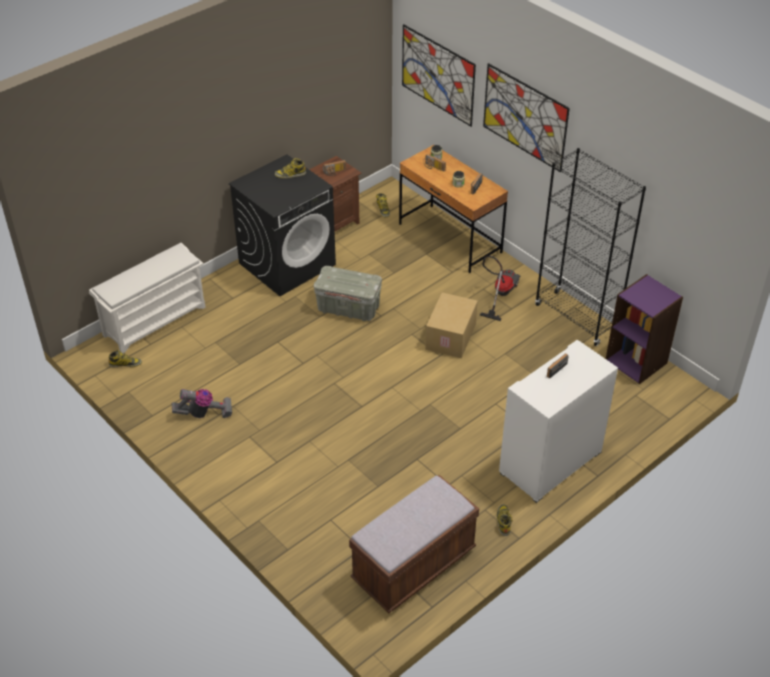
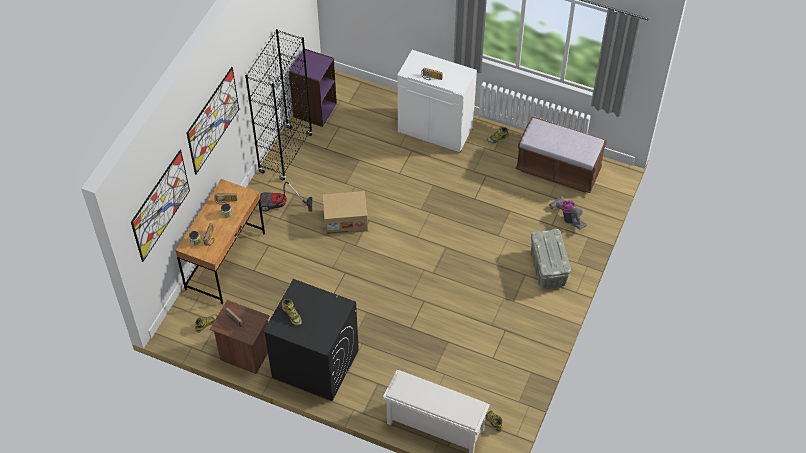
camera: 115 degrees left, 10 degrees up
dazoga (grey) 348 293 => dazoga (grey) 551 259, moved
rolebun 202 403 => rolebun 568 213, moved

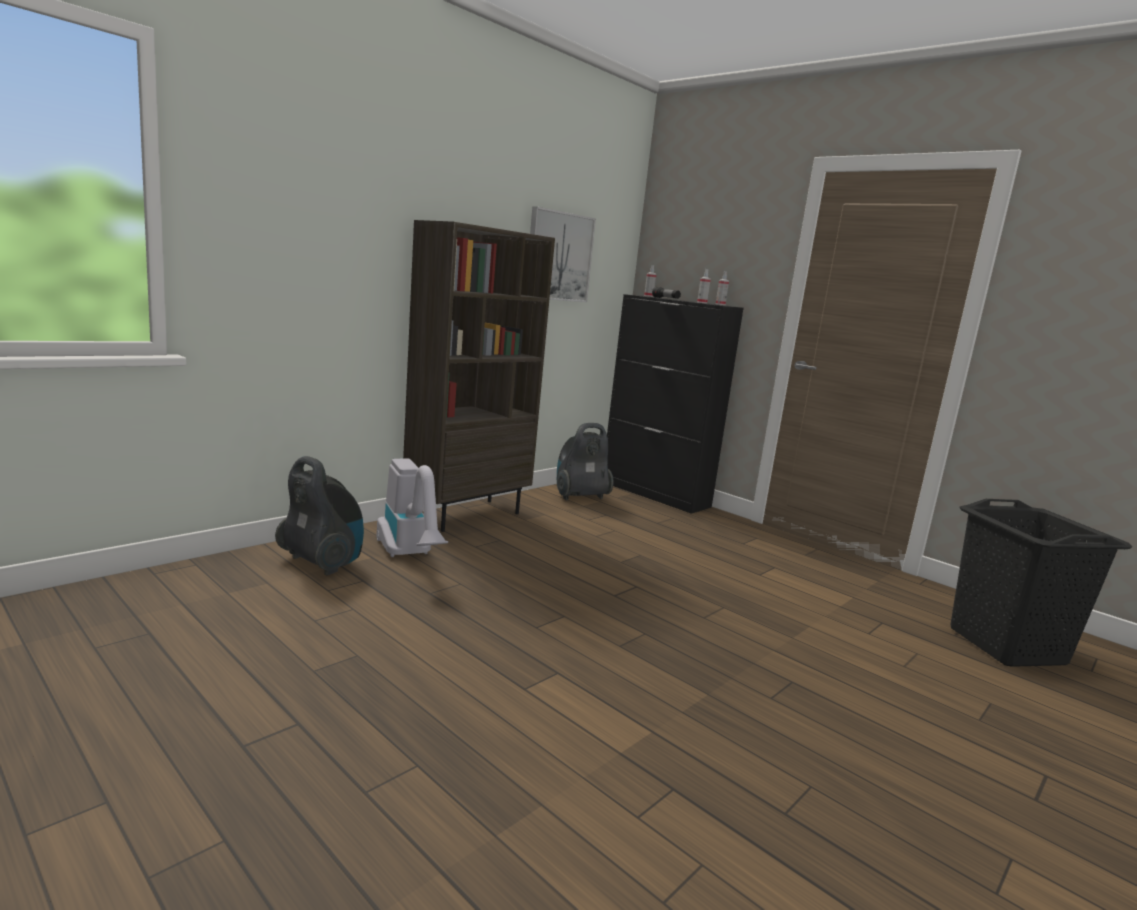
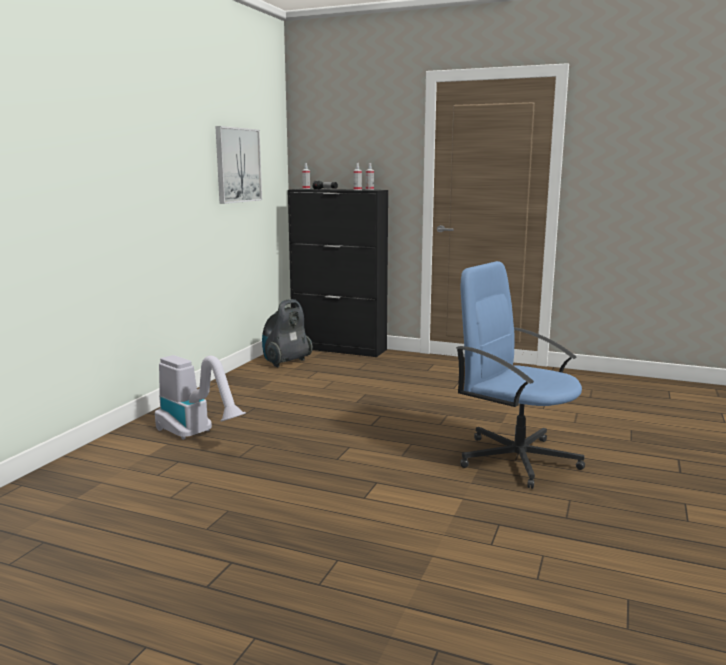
camera: 20 degrees left, 0 degrees up
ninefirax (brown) 479 376 => nothing
rolebun 319 515 => nothing
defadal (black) 1041 583 => nothing
nothing => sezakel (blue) 520 375

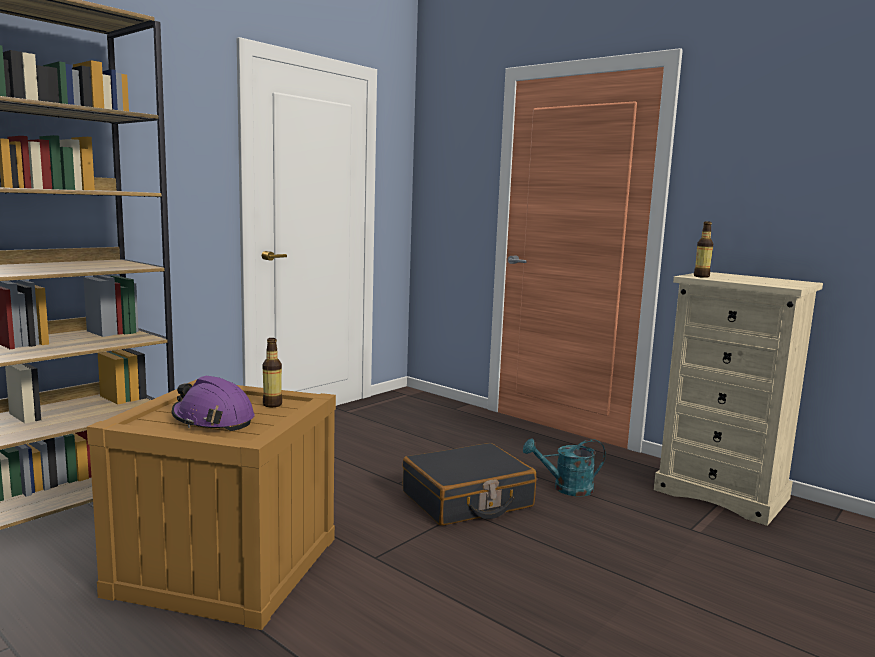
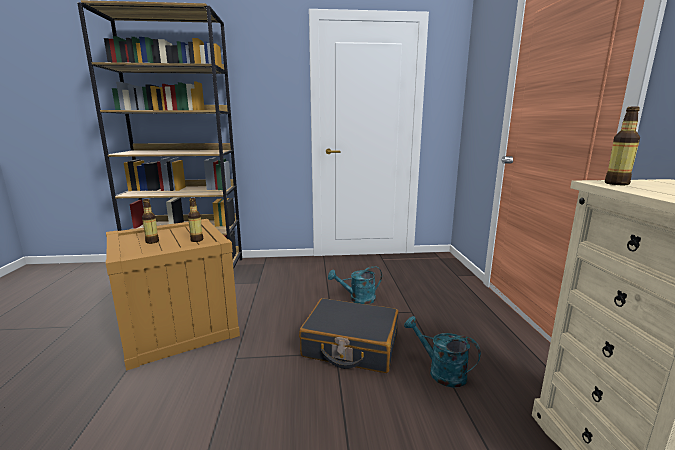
camera: 45 degrees right, 5 degrees up
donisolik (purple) 213 403 => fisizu 150 221
nothing => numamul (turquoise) 355 285

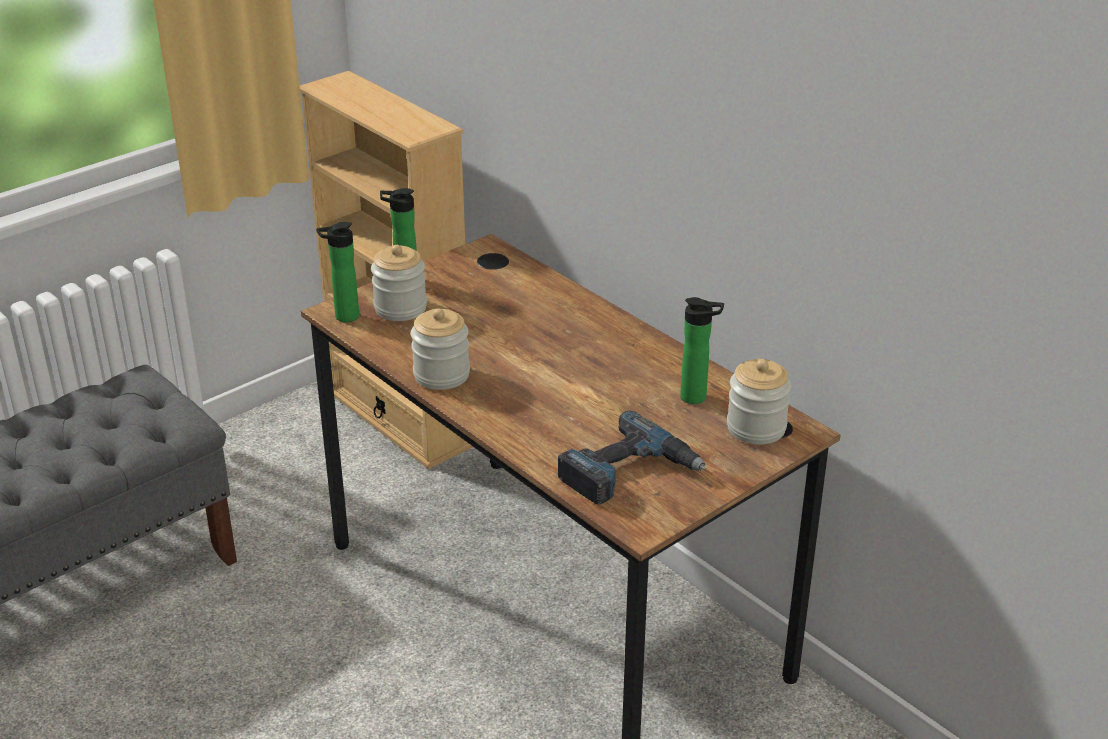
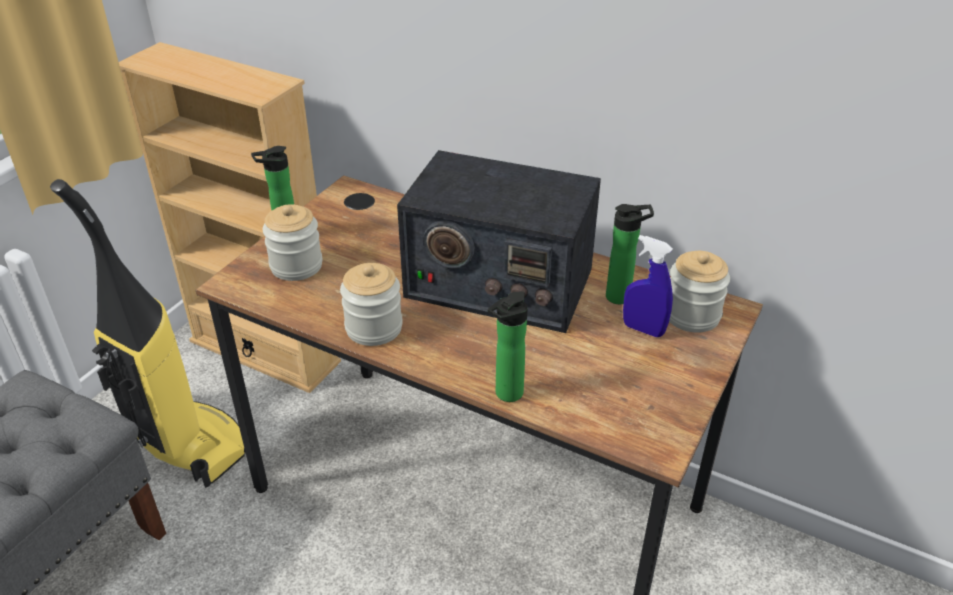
camera: 20 degrees left, 5 degrees up
fisizu 337 272 => fisizu 507 346, moved
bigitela 632 458 => nothing
nothing => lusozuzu 499 241
nothing => rolebun 148 333
nothing => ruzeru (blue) 648 286

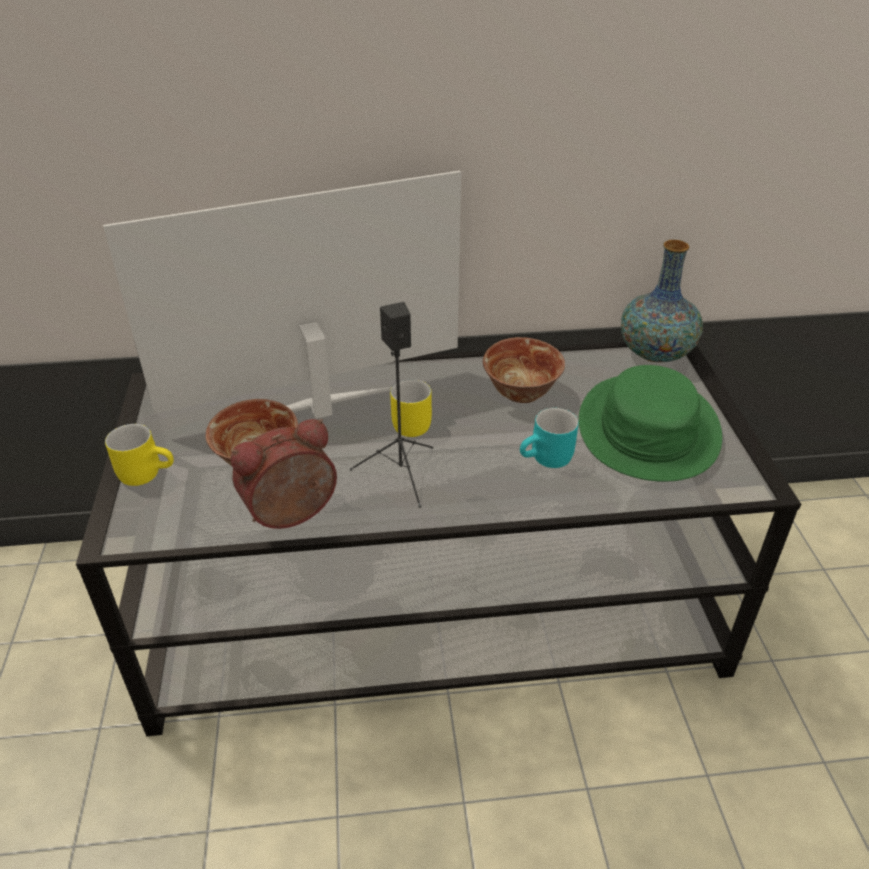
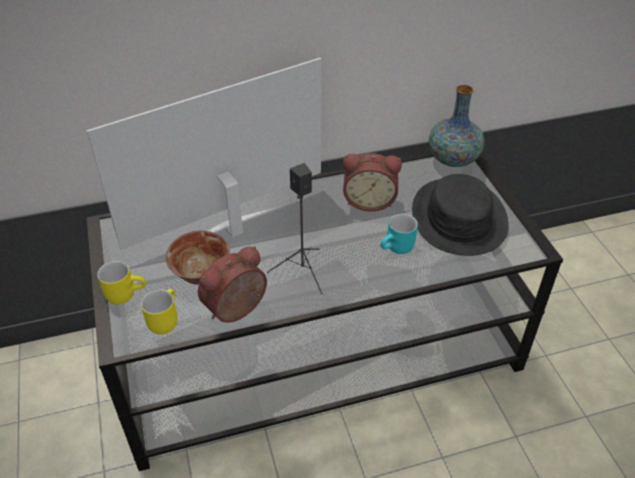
camera: 10 degrees left, 5 degrees up
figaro 524 370 => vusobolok 372 182
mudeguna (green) 650 423 => mudeguna (black) 460 215
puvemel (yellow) 411 408 => puvemel (yellow) 159 312, moved

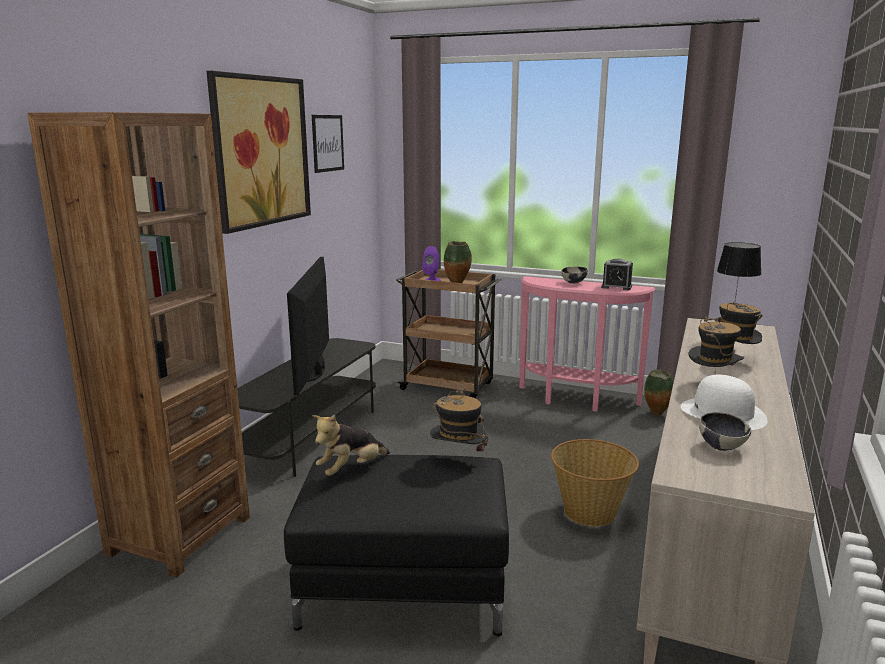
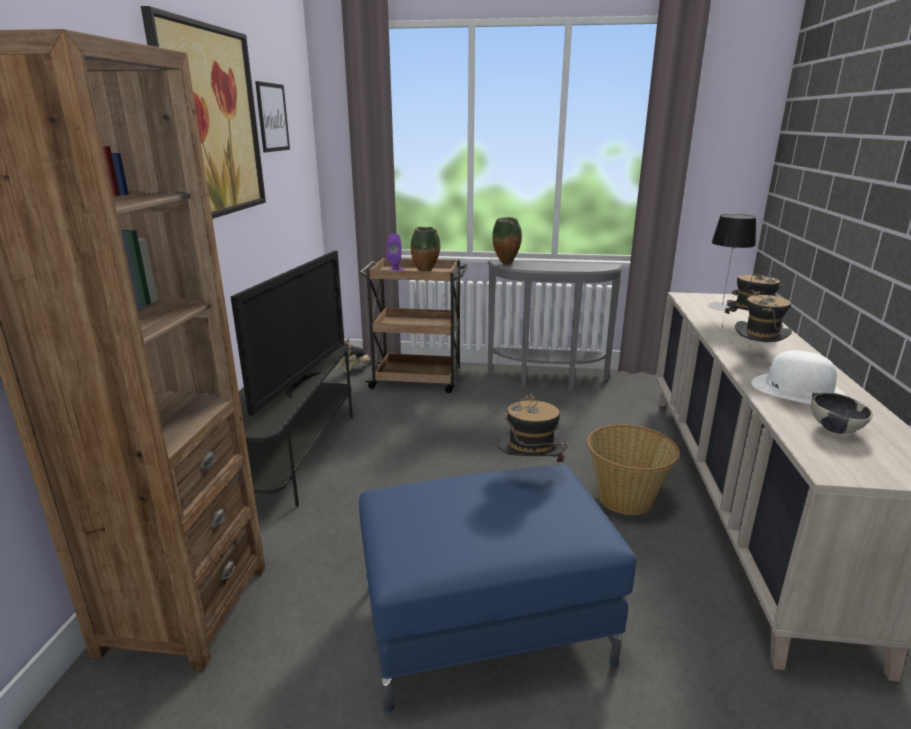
camera: 15 degrees left, 5 degrees up
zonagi 308 326 => zonagi 287 333, 150 degrees counterclockwise
vusobolok 617 274 => nothing
figaro 574 275 => nothing
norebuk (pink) 587 344 => norebuk (grey) 555 325
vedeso 659 392 => vedeso 507 241, moved
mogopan 351 445 => mogopan 354 355, moved
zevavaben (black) 396 545 => zevavaben (blue) 497 588

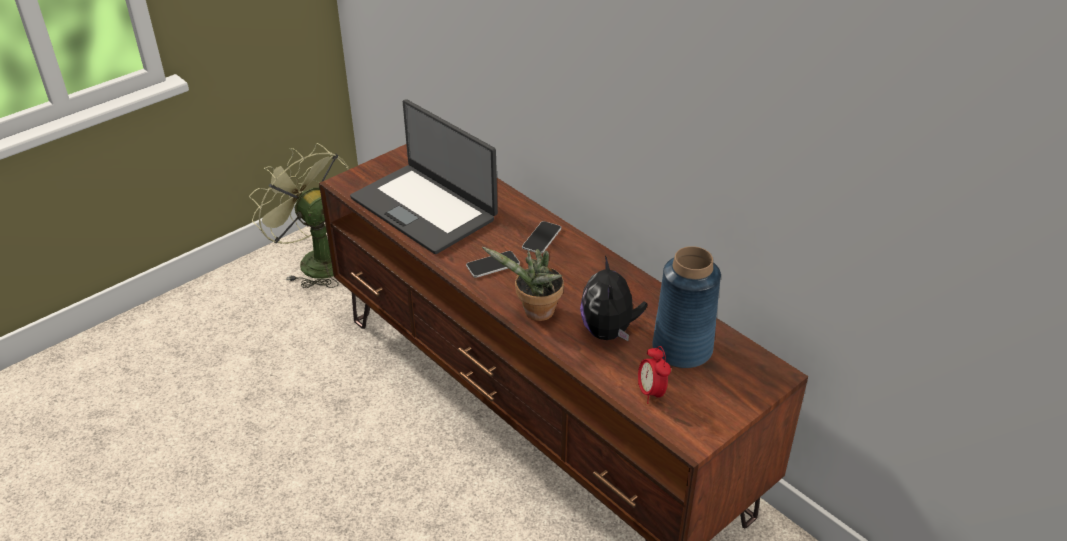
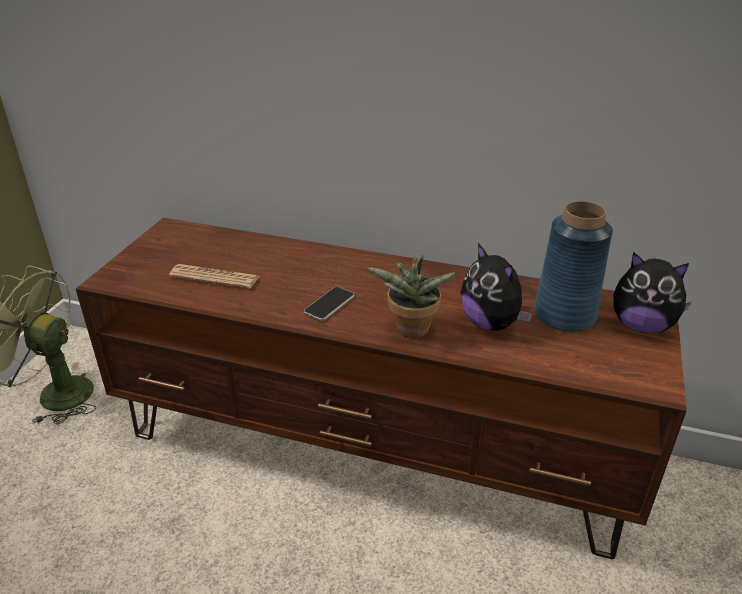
camera: 30 degrees left, 5 degrees down
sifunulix 424 176 => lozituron 214 276
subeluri 541 237 => nothing
vusobolok 654 375 => nothing
nothing => mogopan 652 292

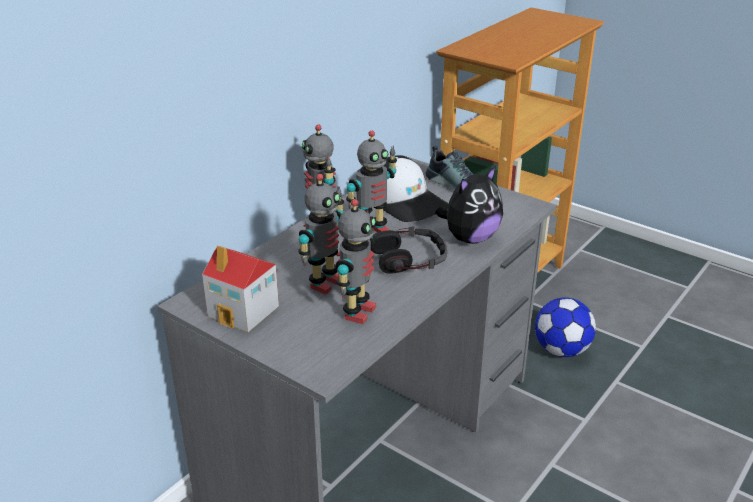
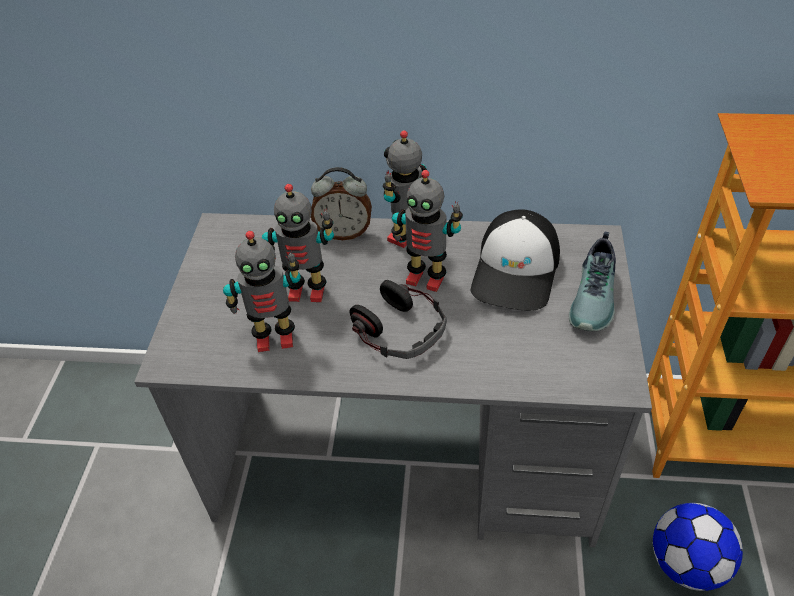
camera: 60 degrees right, 15 degrees up
mogopan 469 205 => nothing
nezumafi 240 289 => nothing
nothing => vusobolok 341 203

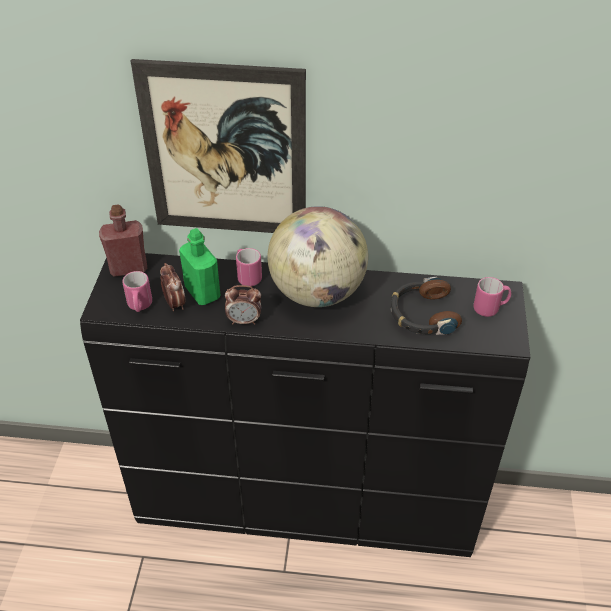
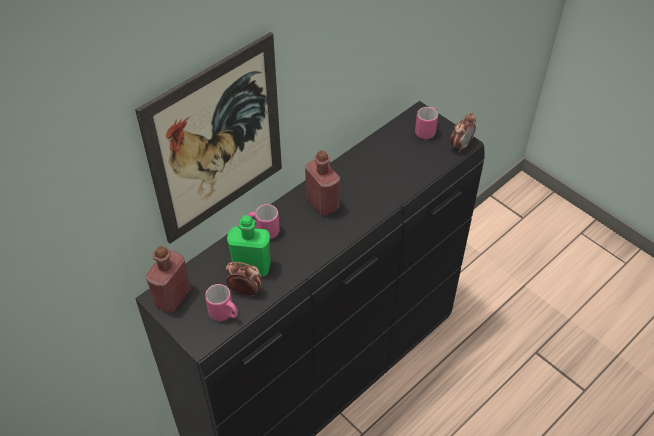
camera: 50 degrees left, 5 degrees up
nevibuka 317 256 => fisizu (red) 322 182
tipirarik 426 306 => nothing
vusobolok 243 305 => vusobolok 463 133, moved

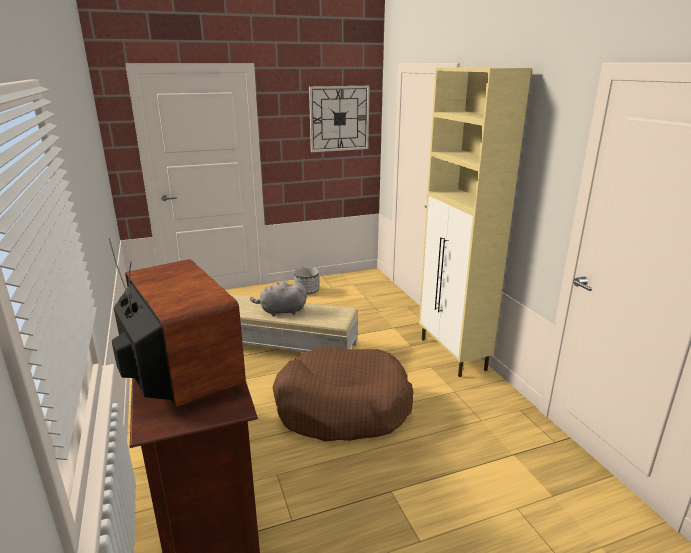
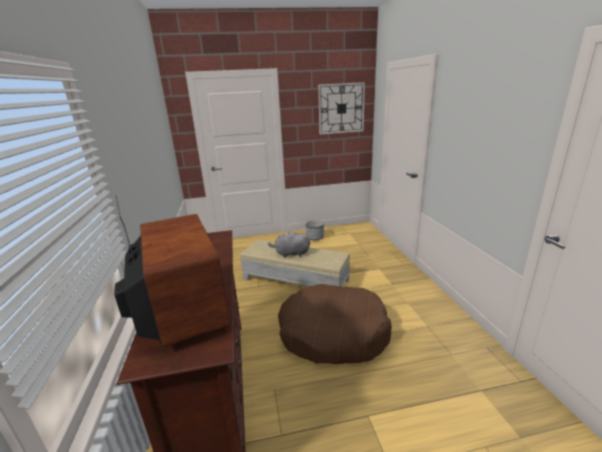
camera: 10 degrees right, 0 degrees up
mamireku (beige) 475 222 => nothing

